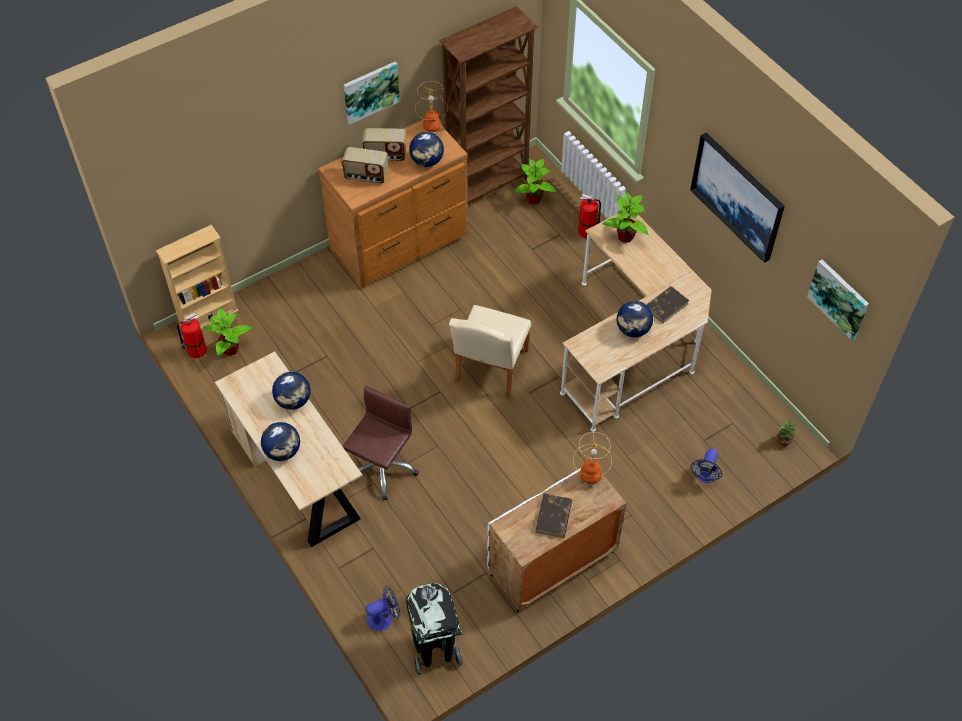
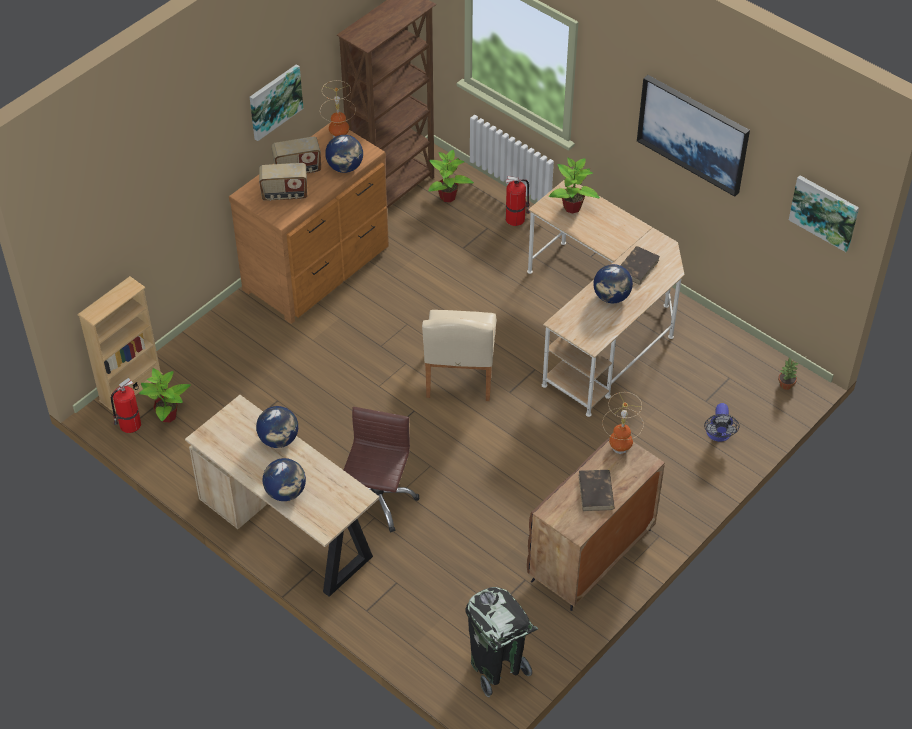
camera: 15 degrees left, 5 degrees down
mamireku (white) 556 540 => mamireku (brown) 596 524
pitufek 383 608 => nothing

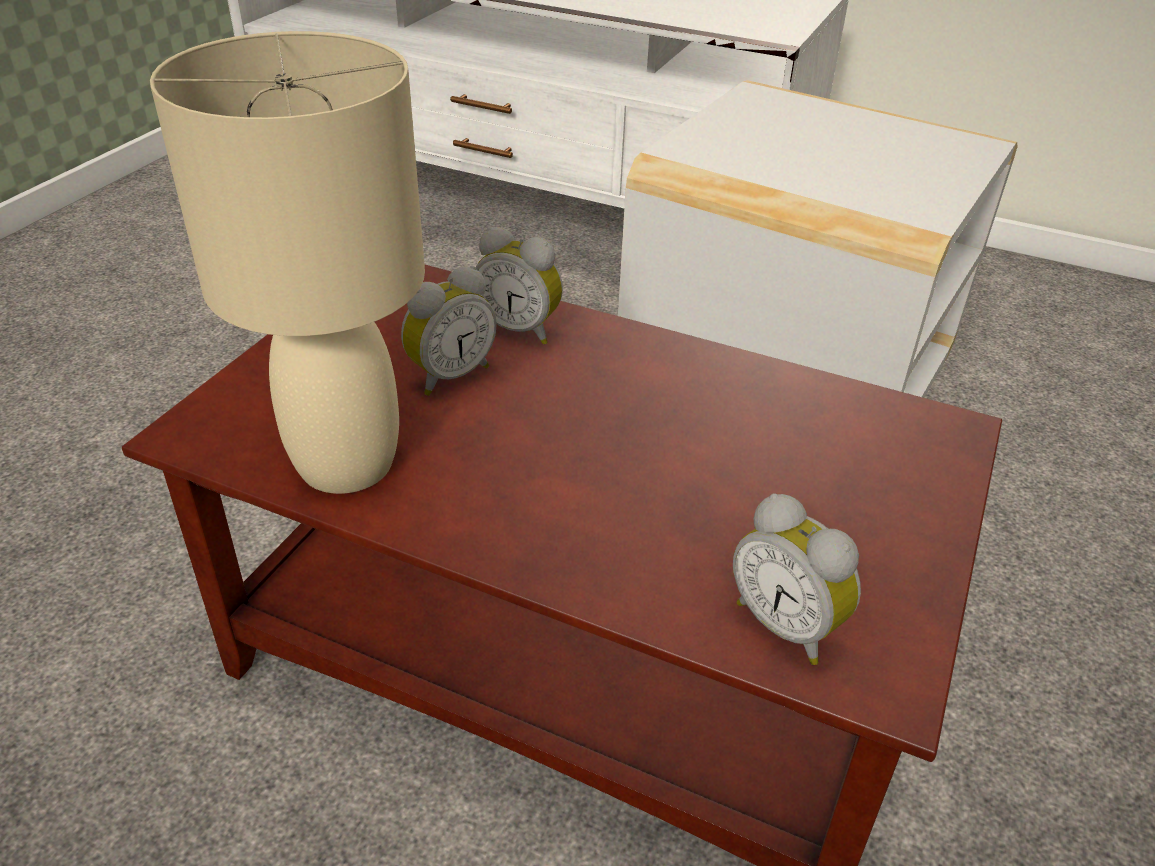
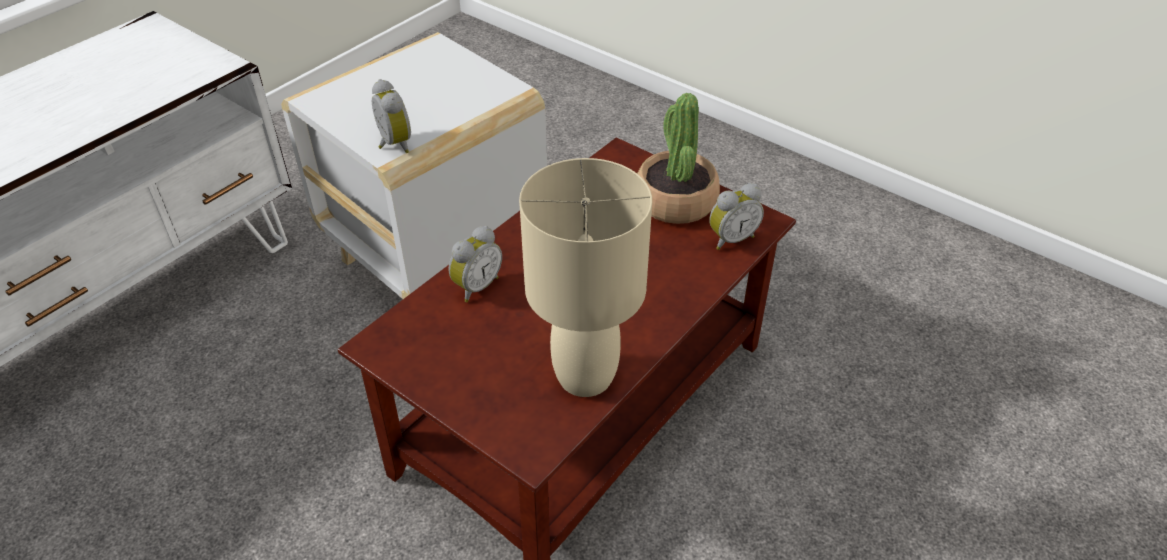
camera: 75 degrees left, 5 degrees up
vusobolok 449 331 => vusobolok 391 116, moved
nothing => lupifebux 678 158

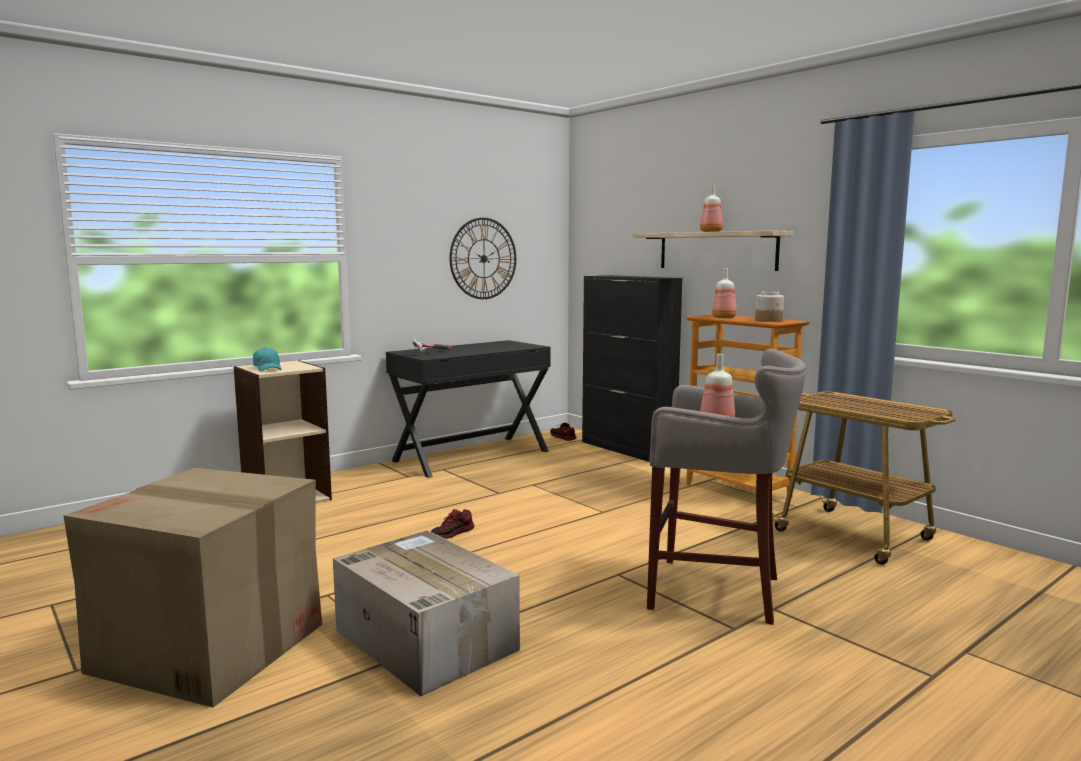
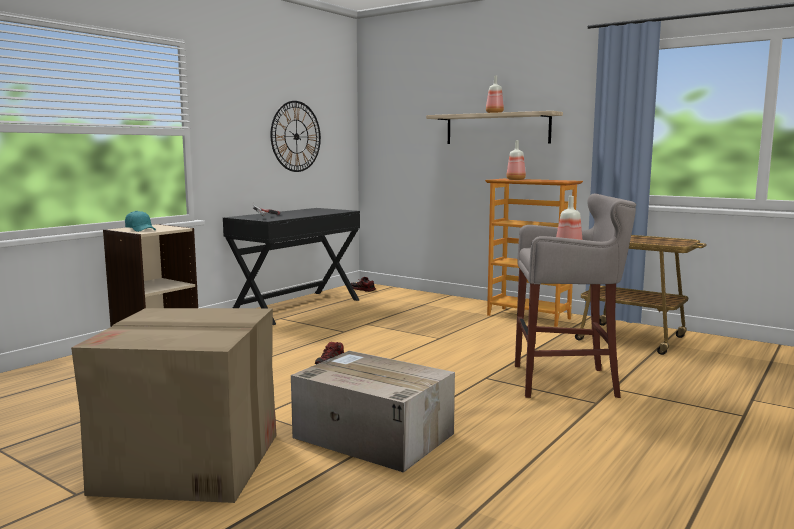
camera: 15 degrees left, 0 degrees up
mamireku (black) 632 368 => nothing
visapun 769 306 => nothing

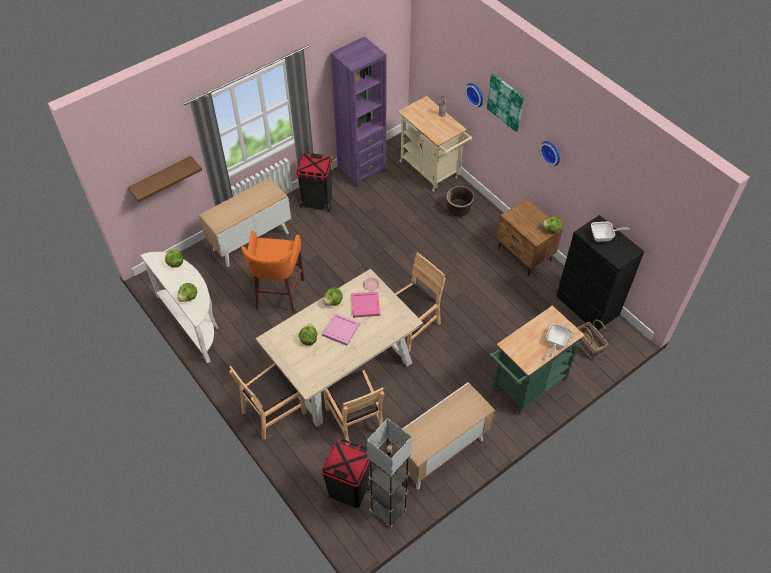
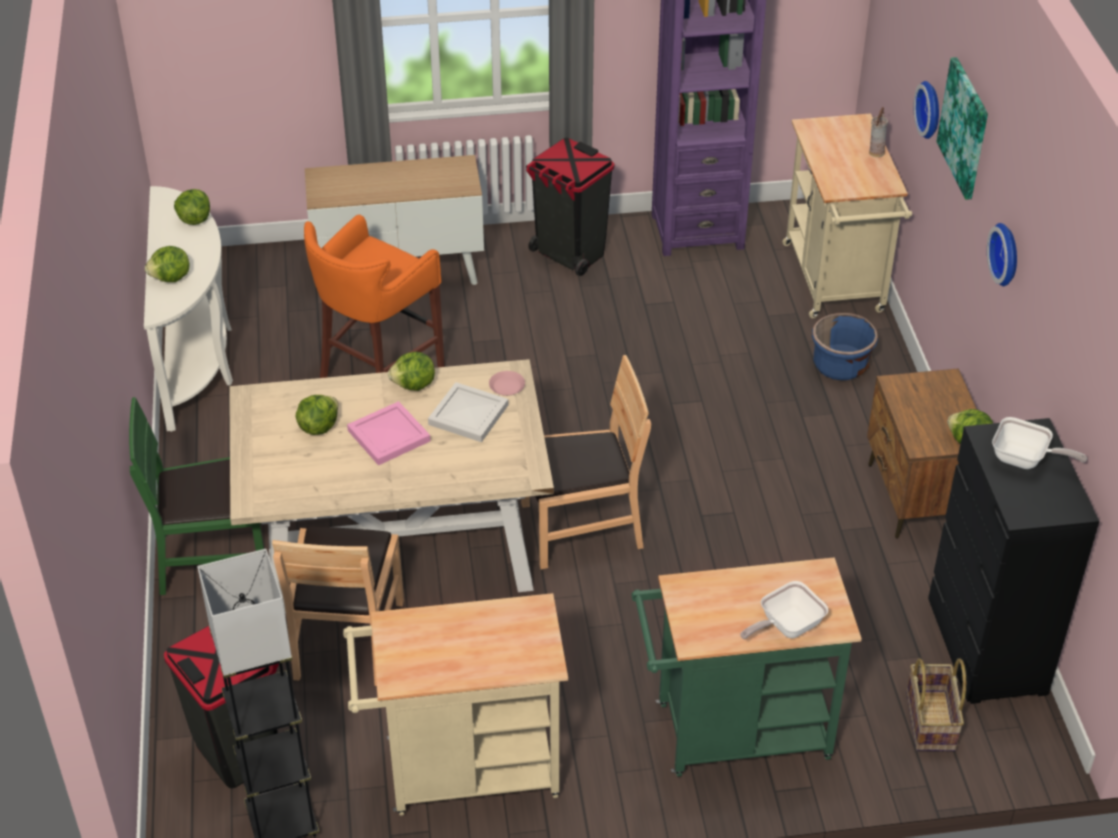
camera: 30 degrees right, 10 degrees down
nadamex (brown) 165 179 => nothing
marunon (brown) 460 201 => marunon (blue) 845 346
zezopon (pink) 365 305 => zezopon (white) 468 412
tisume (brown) 268 401 => tisume (green) 196 496
mamireku 443 436 => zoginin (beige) 455 704

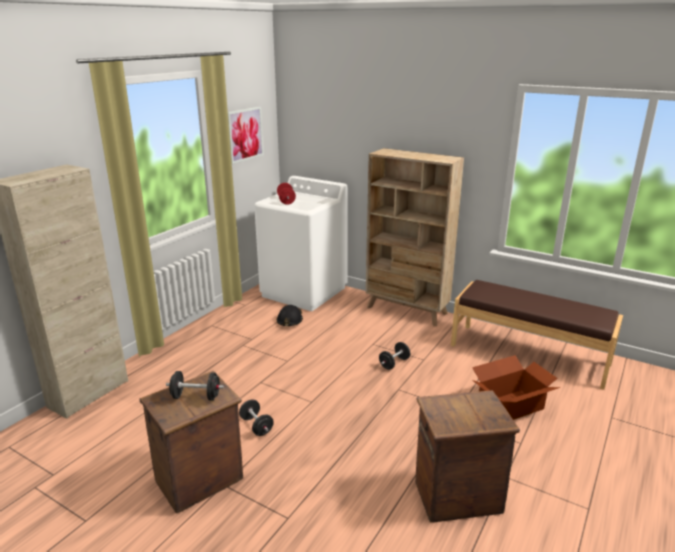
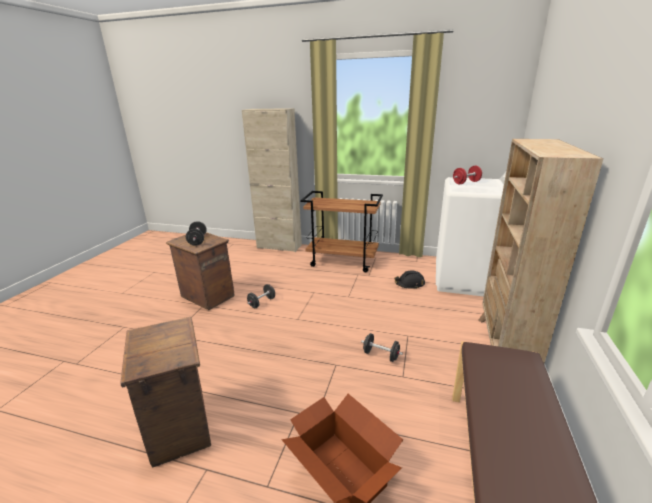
camera: 75 degrees right, 0 degrees up
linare 246 135 => nothing
nothing => zoginin (brown) 341 231

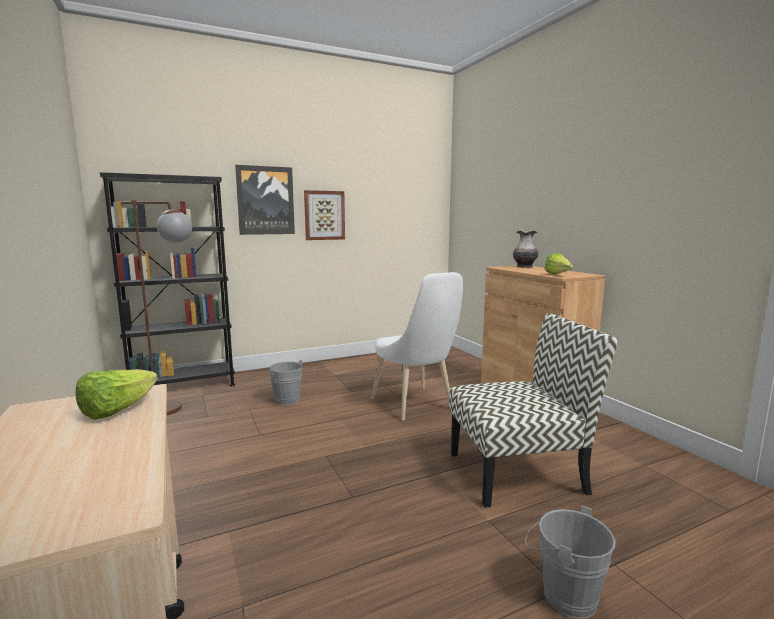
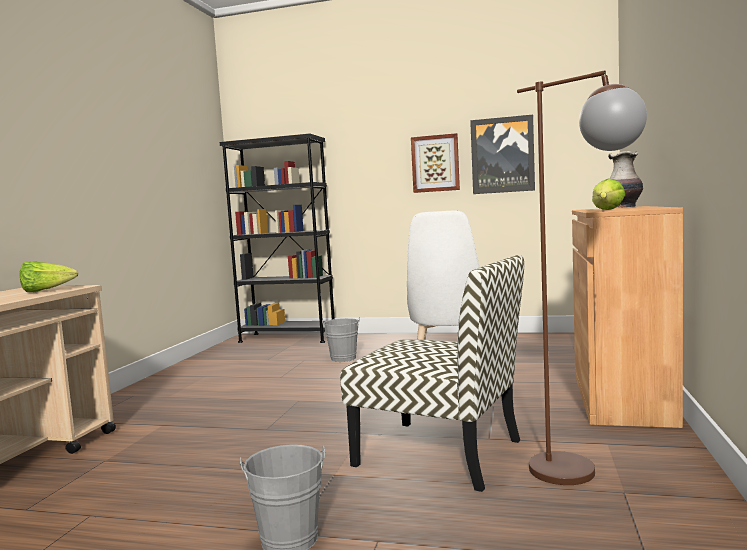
camera: 40 degrees right, 5 degrees down
linare 265 200 => linare 502 154, moved
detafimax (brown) 156 307 => detafimax (brown) 582 277, moved

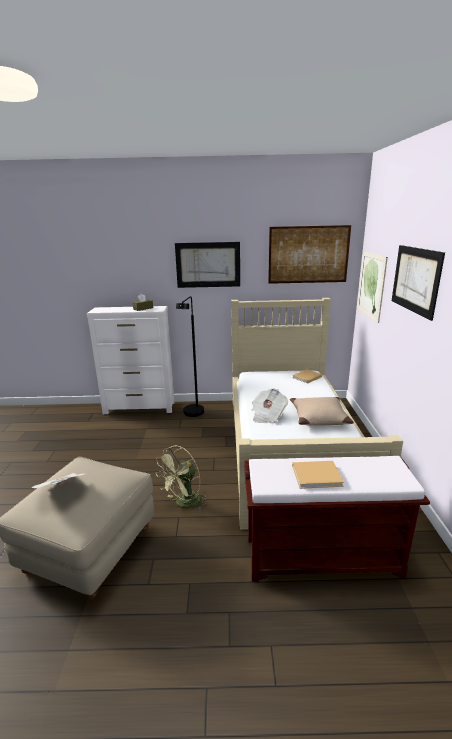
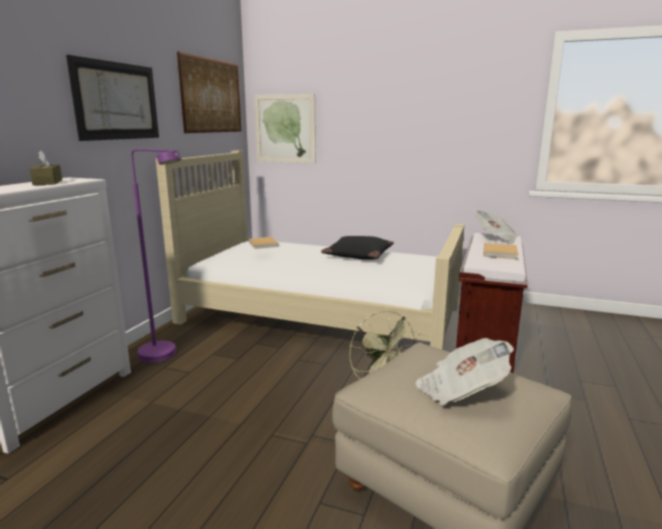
camera: 70 degrees left, 5 degrees down
linare 418 283 => nothing
detafimax (black) 190 356 => detafimax (purple) 156 256
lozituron 270 405 => lozituron 496 226, moved
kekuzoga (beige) 322 411 => kekuzoga (black) 357 248

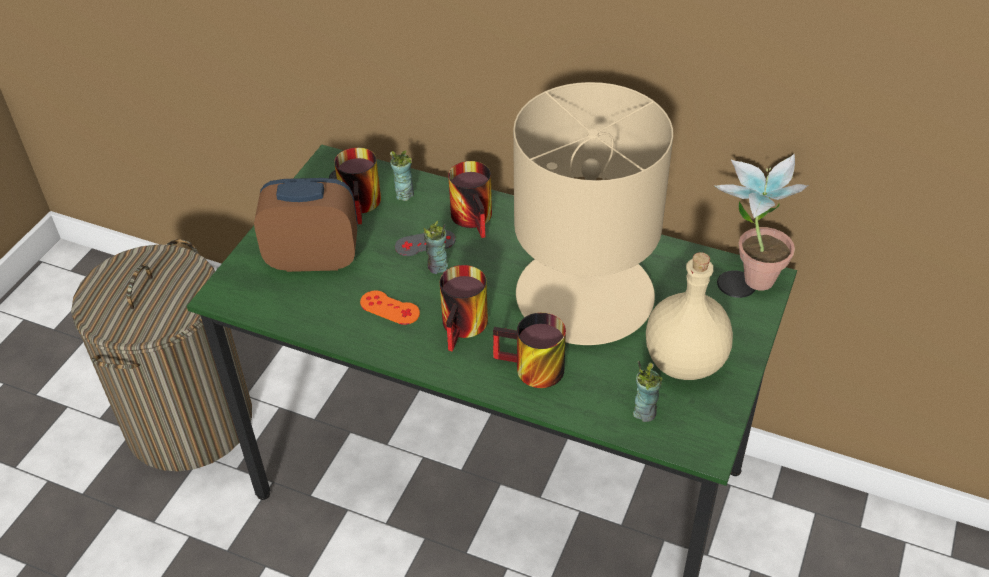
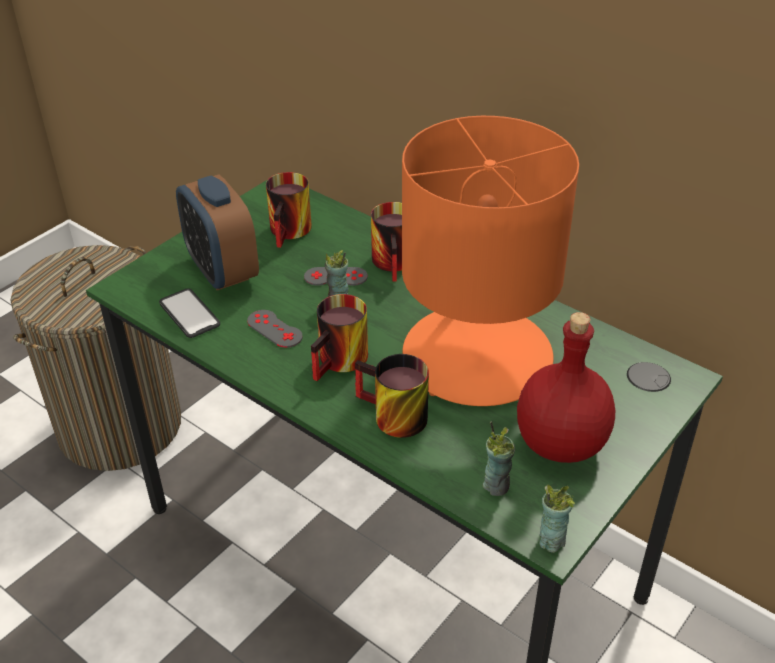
camera: 15 degrees right, 5 degrees down
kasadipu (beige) 593 213 => kasadipu (orange) 490 261
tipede 402 175 => tipede 557 518, moved
lupifebux 761 222 => nothing
vusobolok 306 225 => vusobolok 217 232, 135 degrees counterclockwise
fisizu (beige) 689 316 => fisizu (red) 566 387
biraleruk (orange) 390 308 => biraleruk (grey) 275 329
nothing => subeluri 189 313

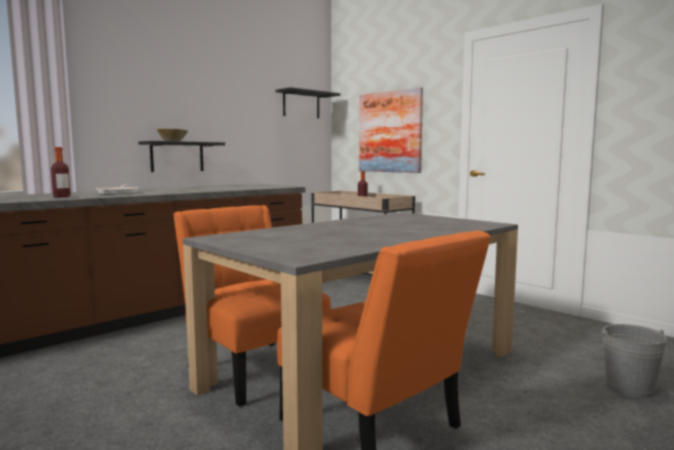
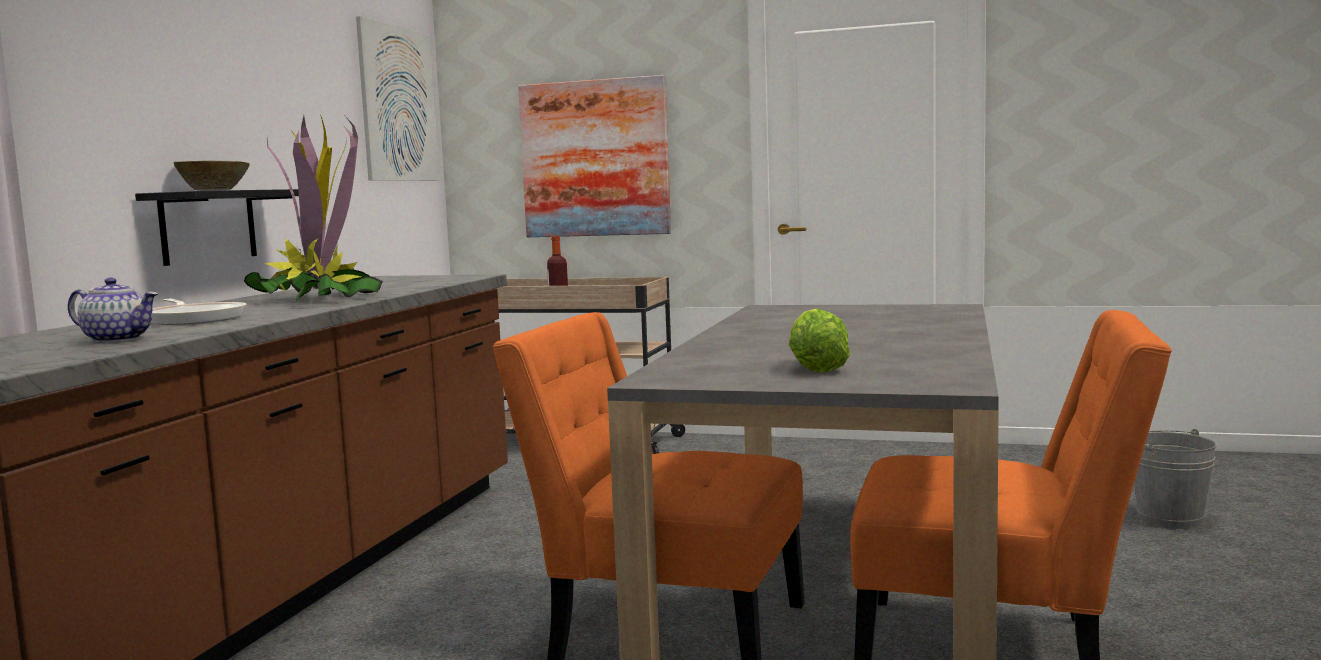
camera: 30 degrees left, 0 degrees up
nadamex (black) 308 102 => linare 398 98
fisizu 61 172 => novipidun 113 310
nothing => lupifebux 313 208
nothing => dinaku 819 340

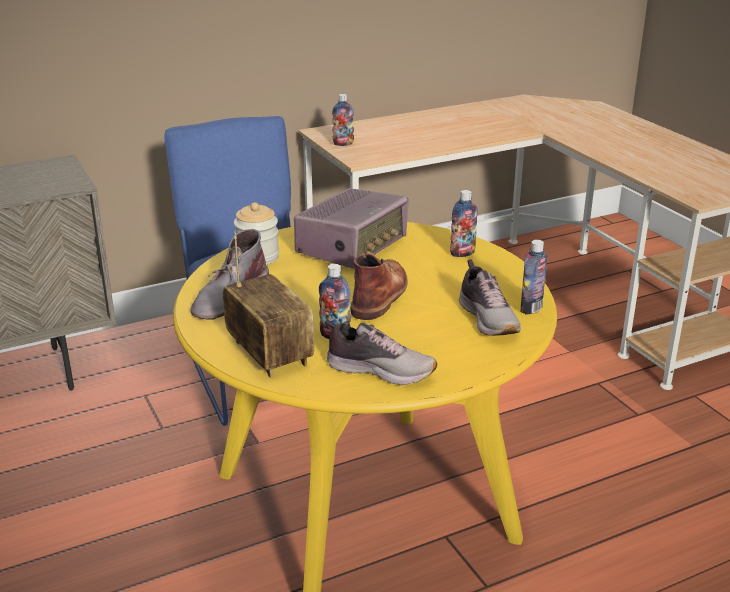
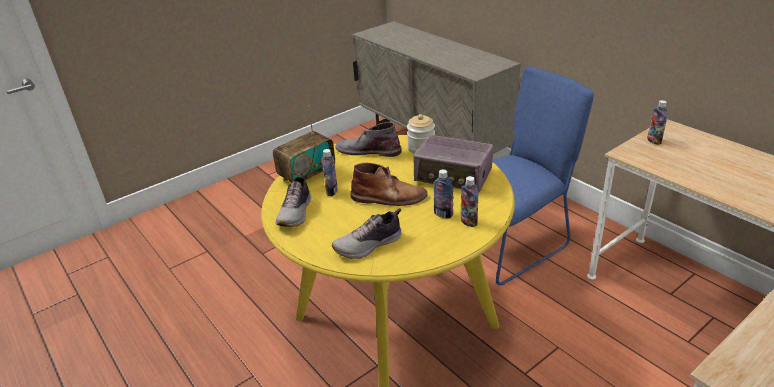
camera: 80 degrees right, 5 degrees up
fisizu 534 277 => fisizu 443 193, moved

